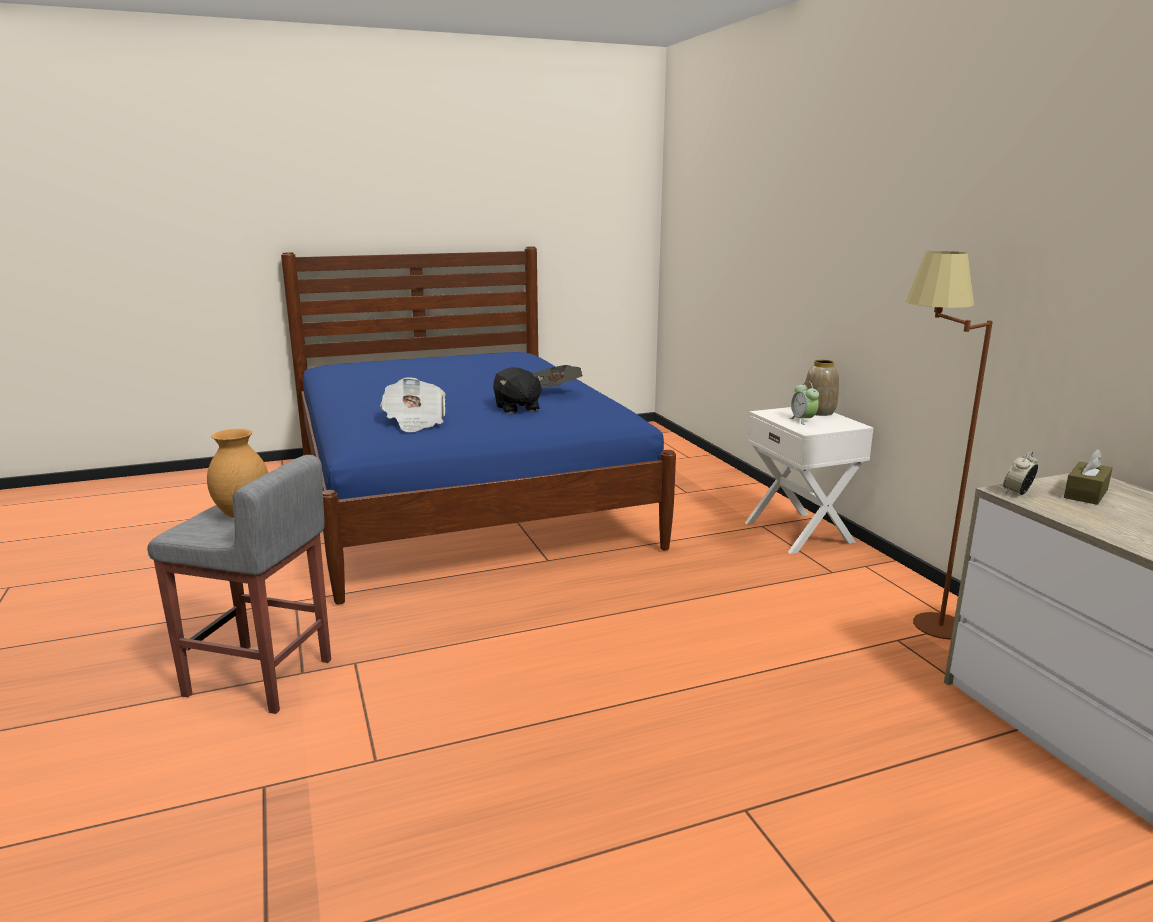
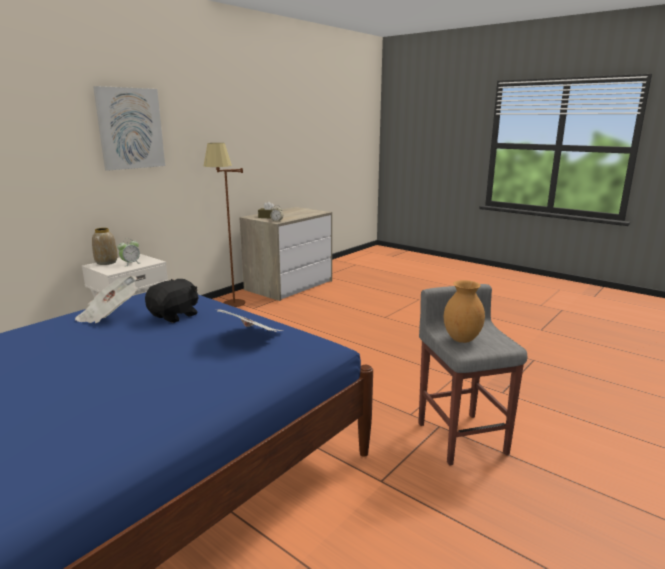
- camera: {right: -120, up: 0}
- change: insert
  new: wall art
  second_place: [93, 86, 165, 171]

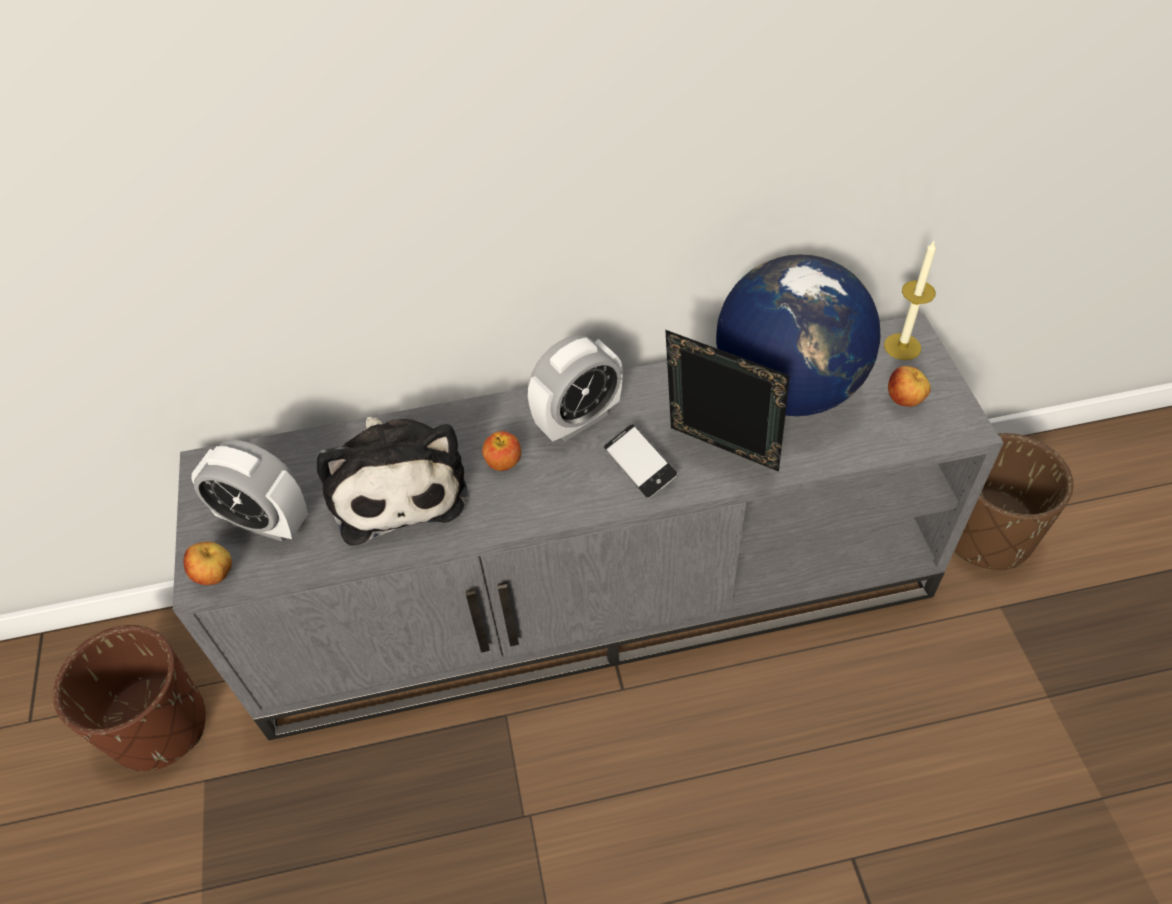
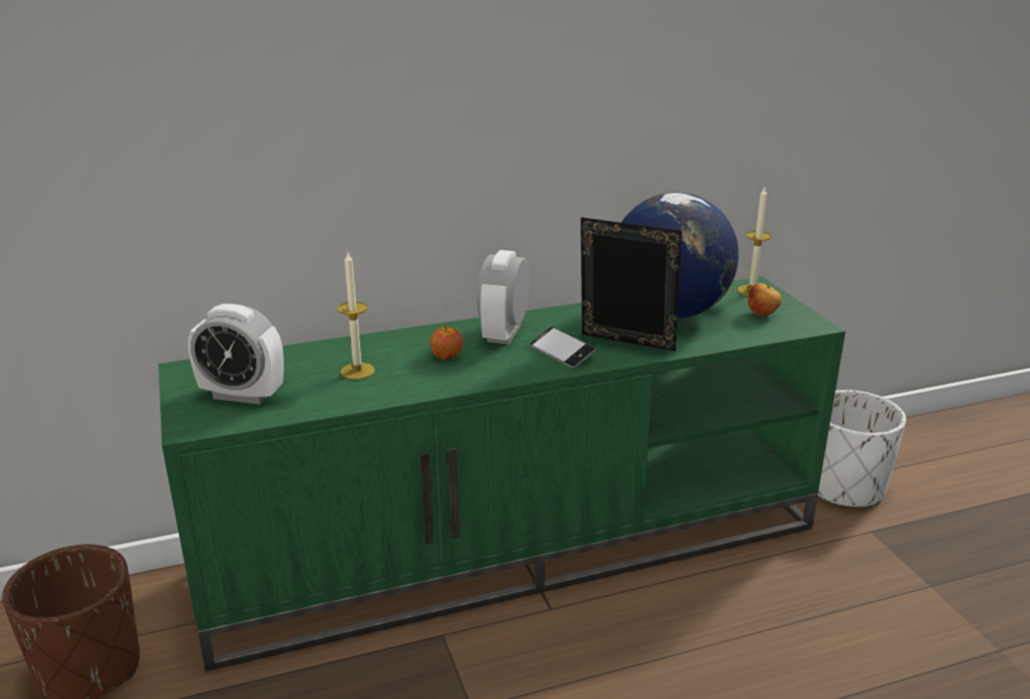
- camera: {right: -10, up: -25}
- change: delete
  old: apple
  first_place: [183, 542, 232, 585]
- change: replace
  old: soft toy
  new: wax candle
  first_place: [316, 417, 468, 546]
  second_place: [337, 253, 375, 380]
- change: recolor
  old: tv stand/gray
  new: tv stand/green
  first_place: [173, 314, 1004, 740]
  second_place: [159, 276, 846, 672]
- change: recolor
  old: plant pot/brownish
  new: plant pot/white-coloured
  first_place: [954, 433, 1073, 570]
  second_place: [818, 390, 906, 507]
- change: rotate
  old: table clock
  first_place: [528, 335, 623, 442]
  second_place: [477, 250, 530, 345]
  degrees: 150

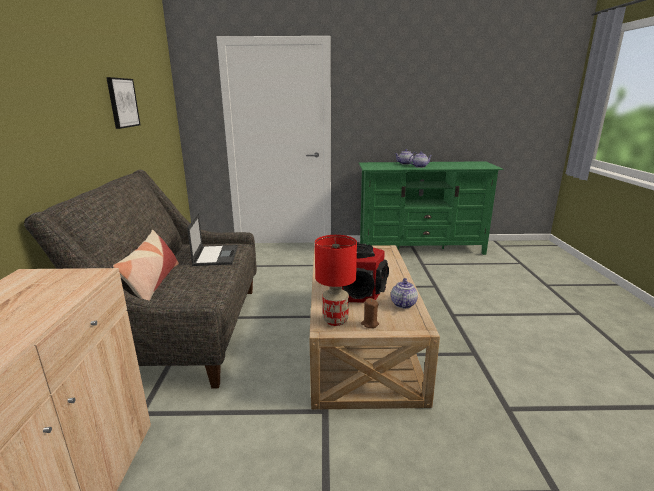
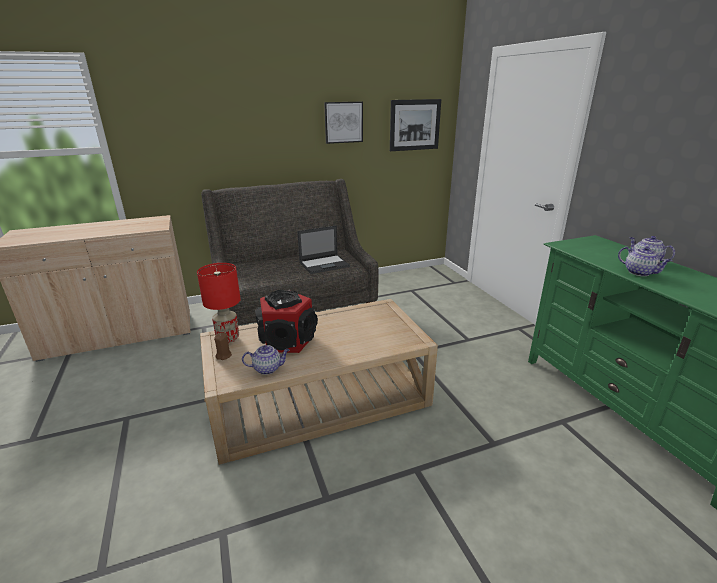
- camera: {right: 70, up: 5}
- change: delete
  old: pillow
  first_place: [113, 230, 179, 301]
- change: insert
  new: wall art
  second_place: [390, 99, 441, 151]

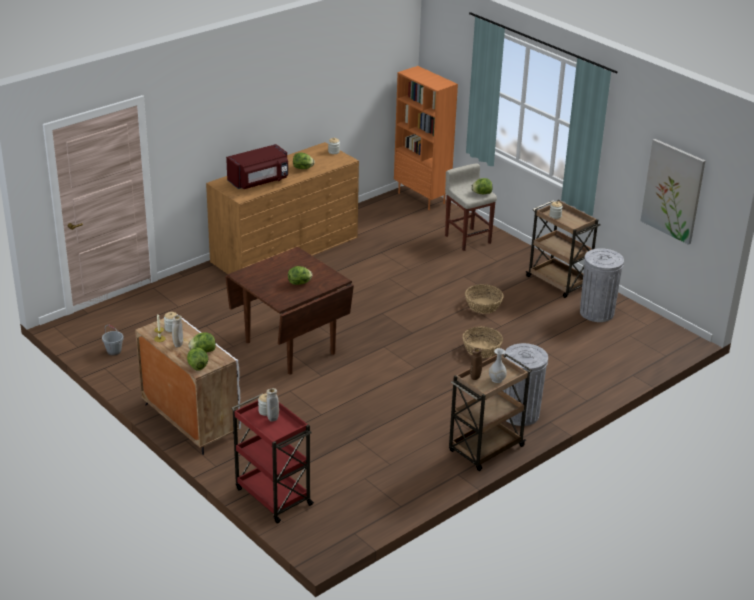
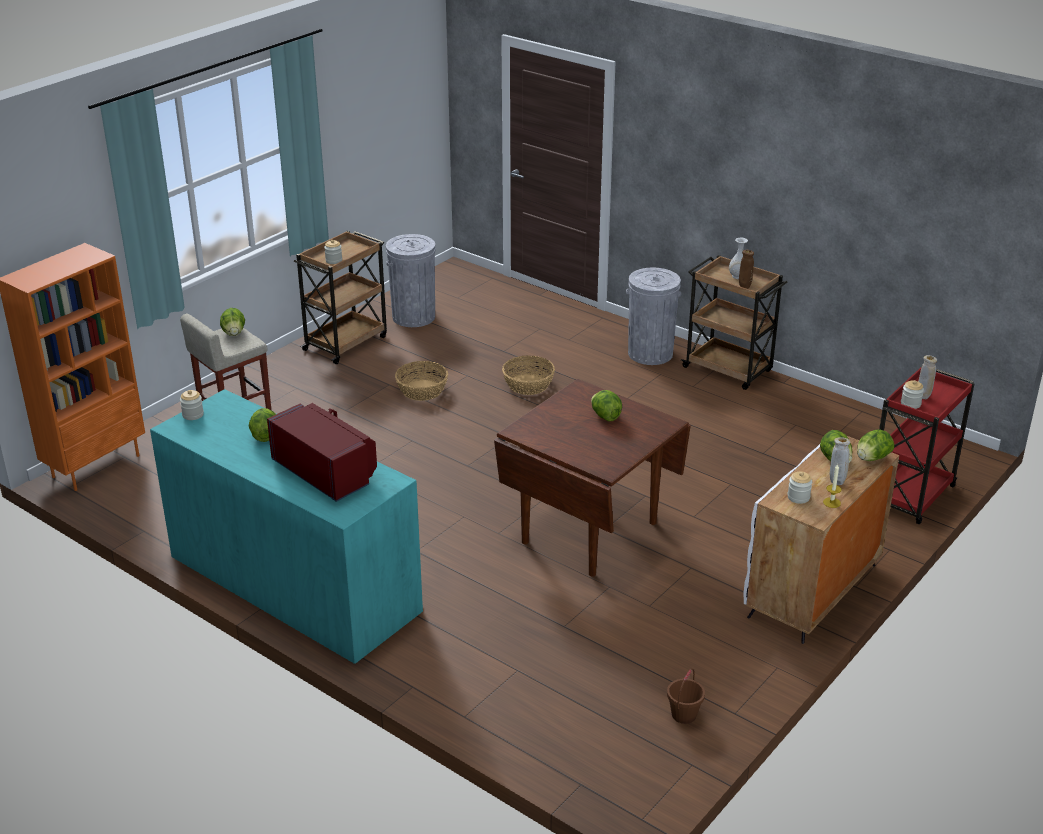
- camera: {right: -100, up: 0}
- change: delete
  old: wall art
  first_place: [641, 139, 705, 245]
- change: recolor
  old: water bucket/gray
  new: water bucket/brownish
  first_place: [102, 325, 124, 356]
  second_place: [667, 669, 705, 724]
- change: recolor
  old: dresser/brownish
  new: dresser/turquoise
  first_place: [206, 142, 359, 274]
  second_place: [150, 389, 423, 664]

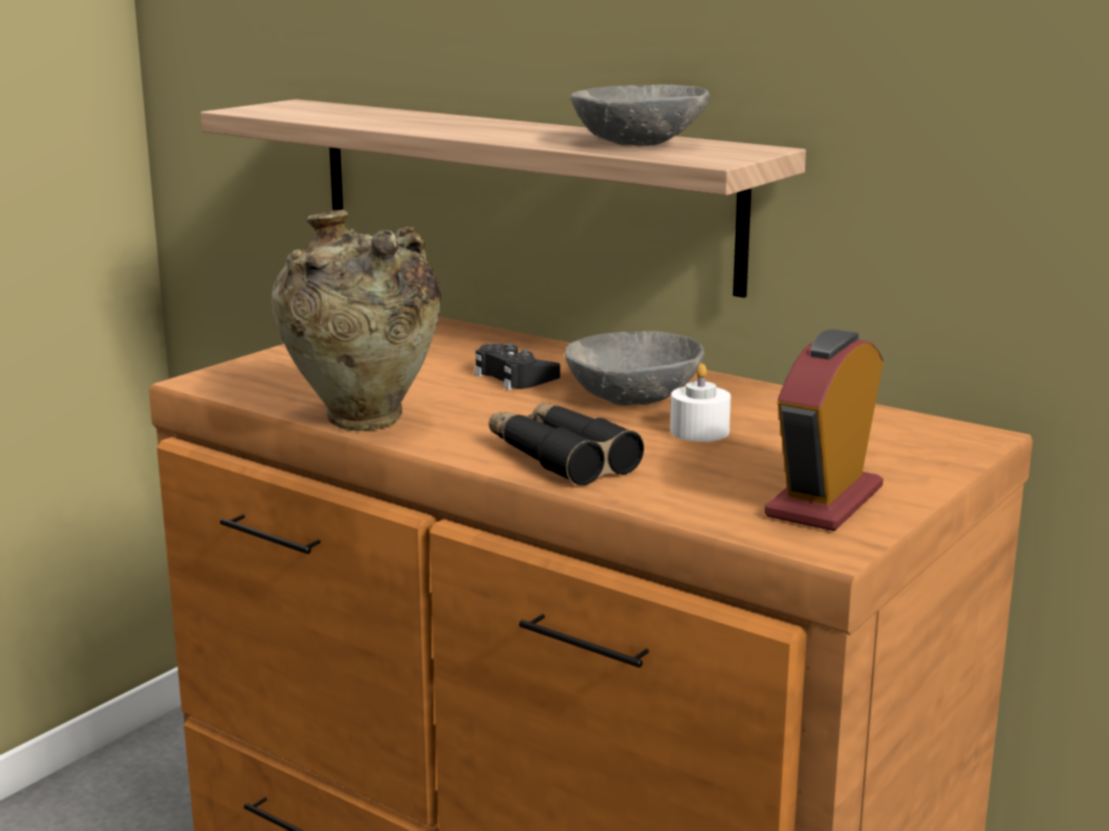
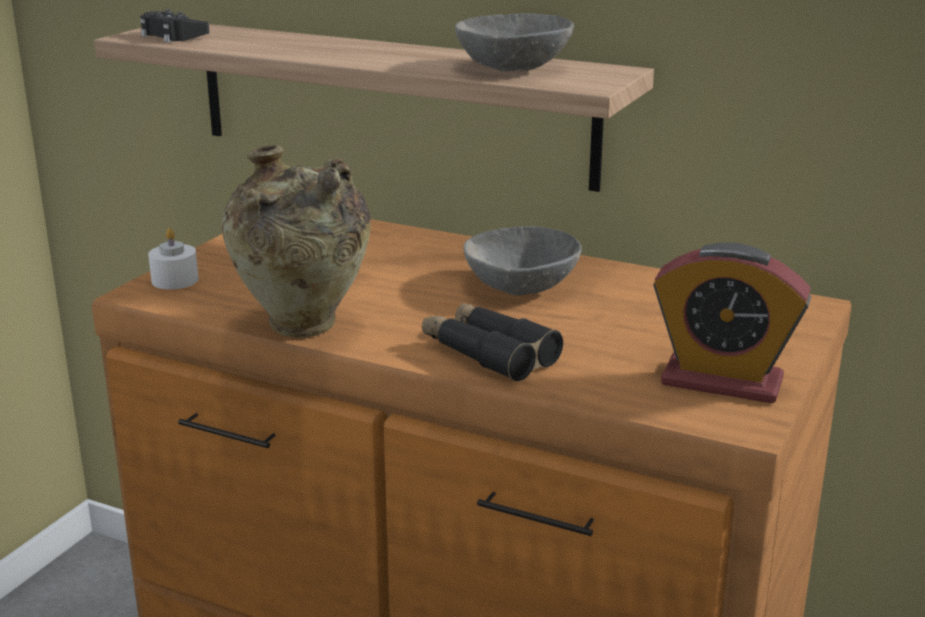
- camera: {right: -10, up: 5}
- change: move
  old: joypad/black
  first_place: [475, 343, 560, 390]
  second_place: [140, 9, 209, 42]
- change: move
  old: wax candle/white-coloured
  first_place: [670, 363, 731, 442]
  second_place: [148, 228, 199, 289]
- change: rotate
  old: table clock
  first_place: [764, 329, 883, 531]
  second_place: [653, 242, 811, 403]
  degrees: -90

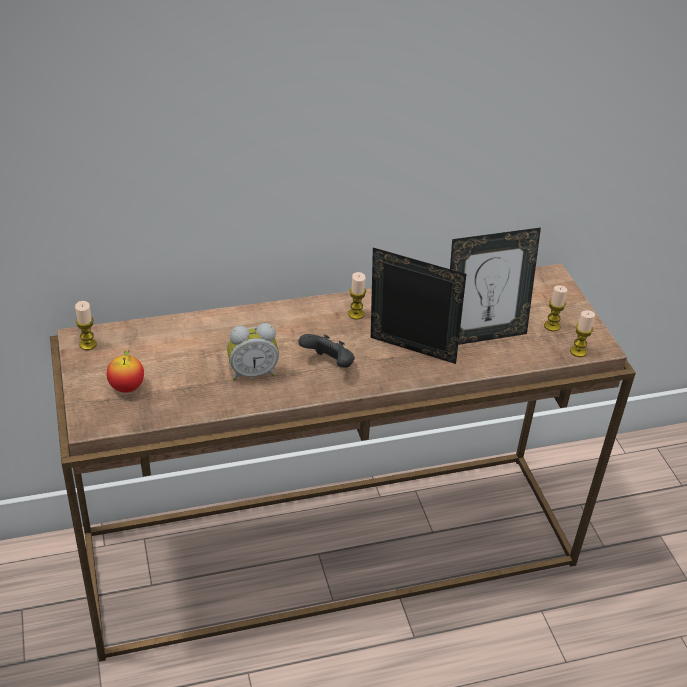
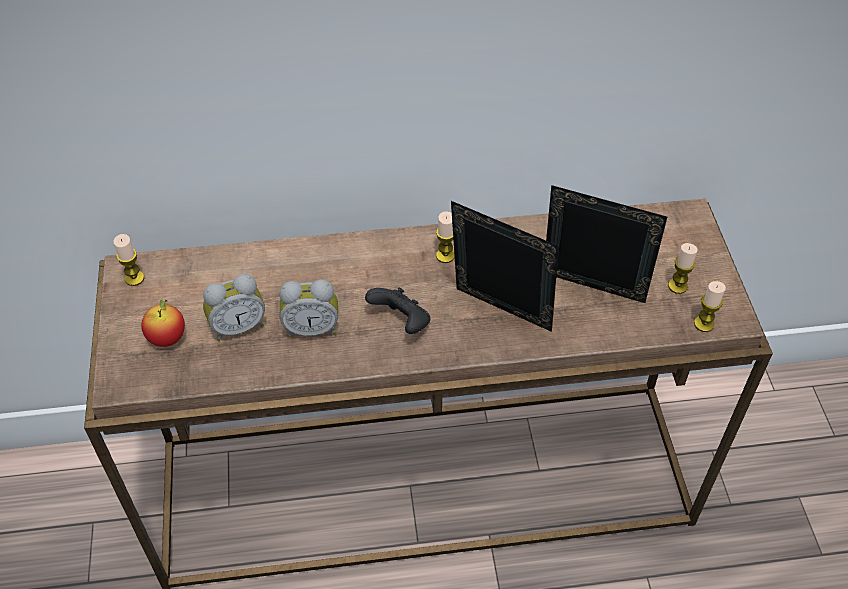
- camera: {right: 10, up: 10}
- change: insert
  new: table clock
  second_place: [203, 274, 265, 341]
- change: rotate
  old: picture frame
  first_place: [450, 228, 541, 345]
  second_place: [546, 185, 667, 303]
  degrees: -150

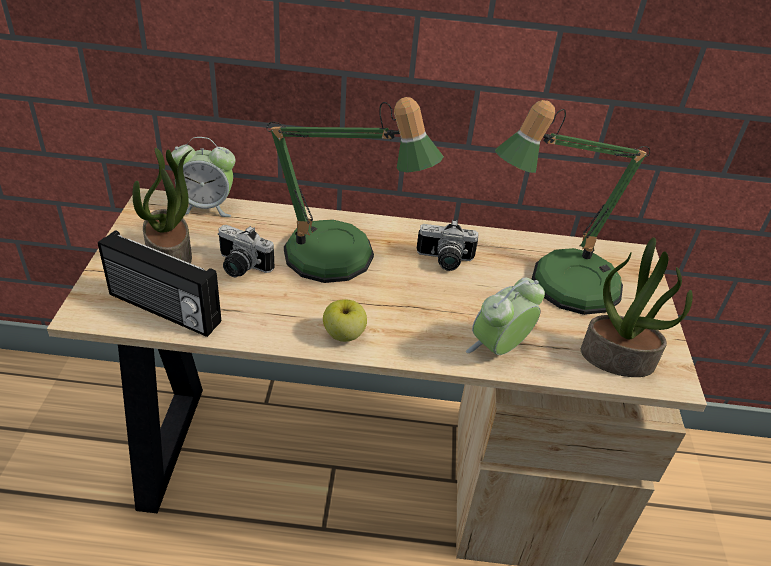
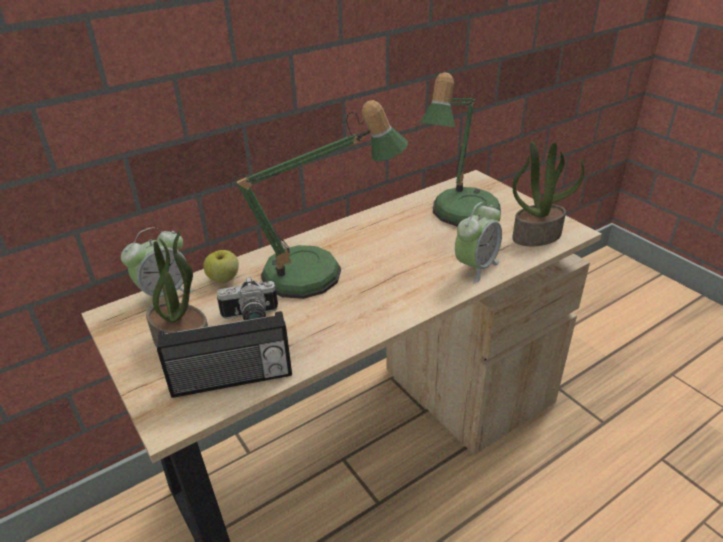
- camera: {right: -35, up: -5}
- change: delete
  old: still camera
  first_place: [416, 220, 478, 271]
- change: move
  old: apple
  first_place: [323, 300, 367, 342]
  second_place: [203, 250, 239, 283]
- change: rotate
  old: table clock
  first_place: [466, 278, 545, 355]
  second_place: [455, 202, 502, 284]
  degrees: -150

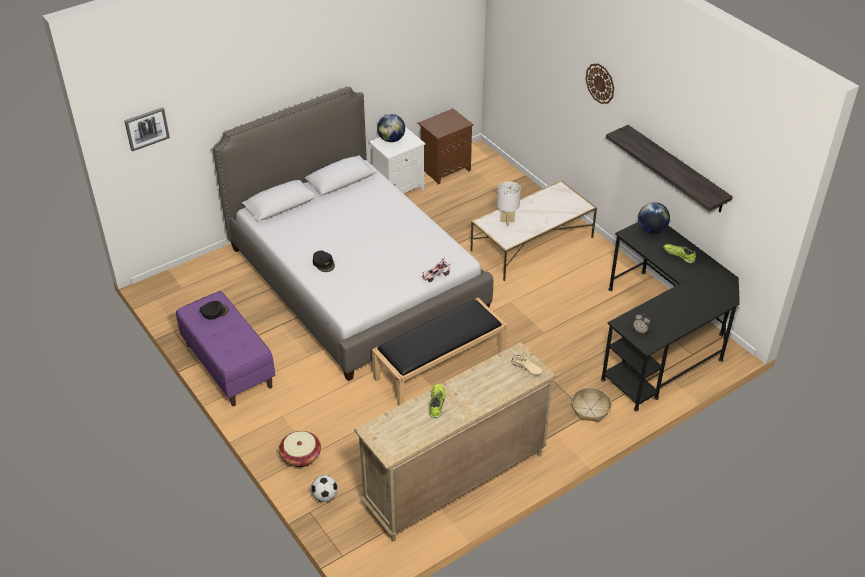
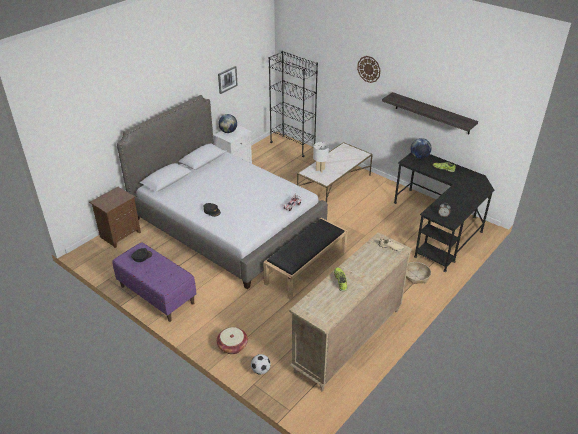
- camera: {right: -15, up: -5}
- change: insert
  new: shelving unit/black
  second_place: [269, 51, 318, 157]
- change: move
  old: wall art
  first_place: [124, 107, 170, 151]
  second_place: [218, 66, 238, 94]
- change: move
  old: nightstand/brownish
  first_place: [418, 109, 474, 184]
  second_place: [89, 187, 141, 248]

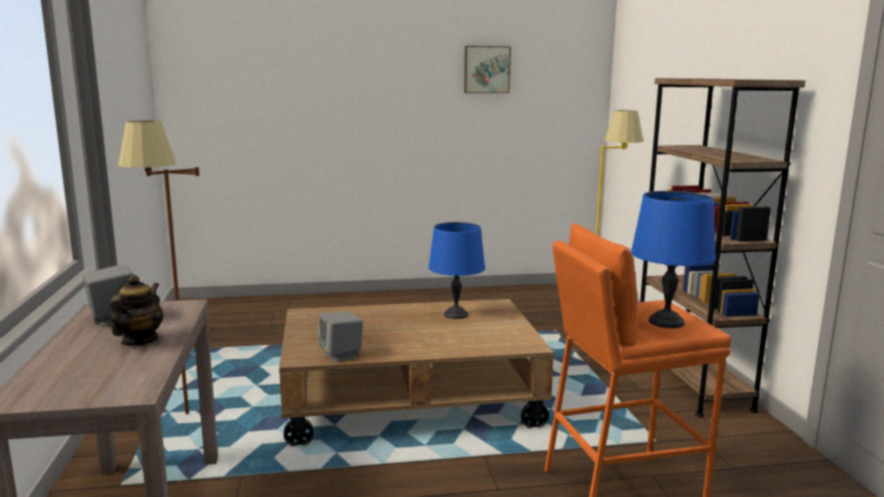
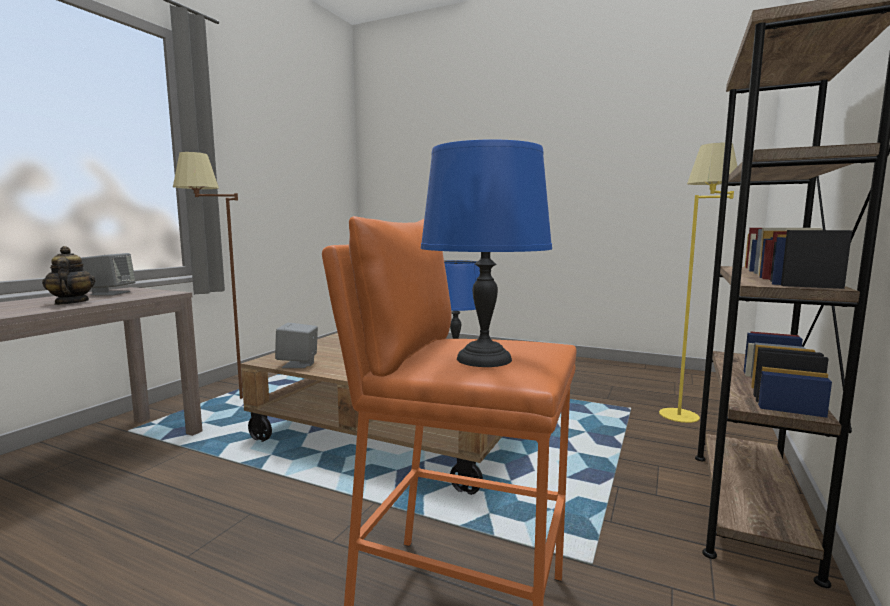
- camera: {right: 35, up: -5}
- change: delete
  old: wall art
  first_place: [464, 46, 511, 93]
- change: rotate
  old: pot for tea
  first_place: [110, 275, 163, 346]
  second_place: [42, 246, 95, 305]
  degrees: -75

